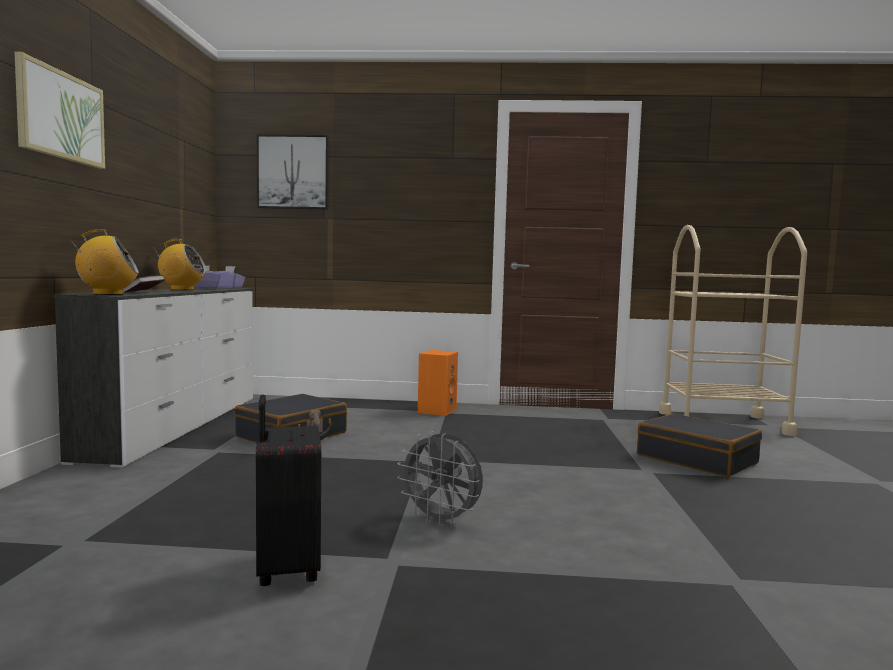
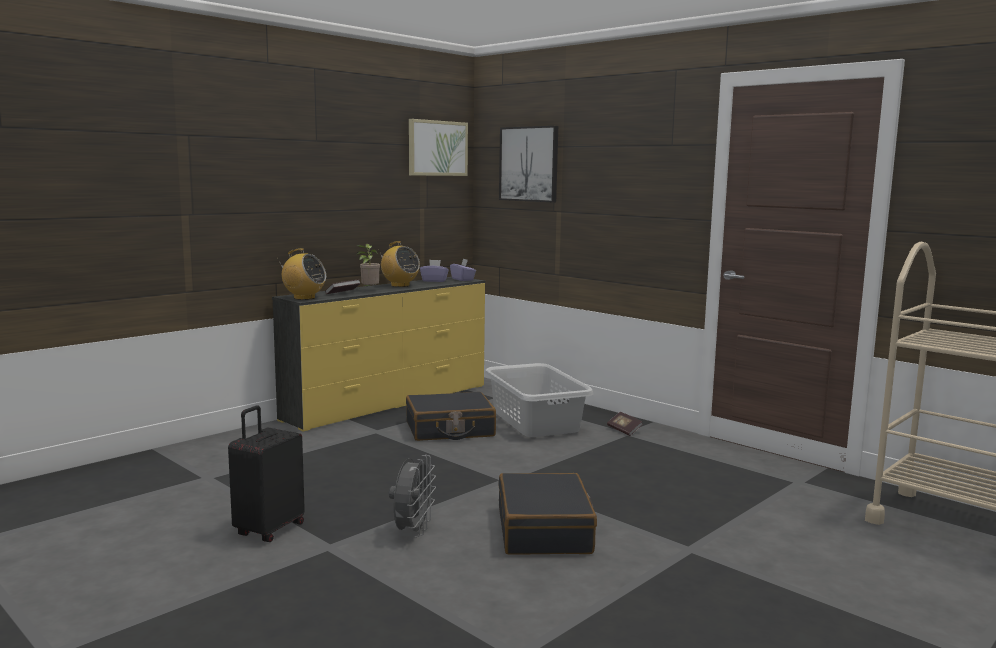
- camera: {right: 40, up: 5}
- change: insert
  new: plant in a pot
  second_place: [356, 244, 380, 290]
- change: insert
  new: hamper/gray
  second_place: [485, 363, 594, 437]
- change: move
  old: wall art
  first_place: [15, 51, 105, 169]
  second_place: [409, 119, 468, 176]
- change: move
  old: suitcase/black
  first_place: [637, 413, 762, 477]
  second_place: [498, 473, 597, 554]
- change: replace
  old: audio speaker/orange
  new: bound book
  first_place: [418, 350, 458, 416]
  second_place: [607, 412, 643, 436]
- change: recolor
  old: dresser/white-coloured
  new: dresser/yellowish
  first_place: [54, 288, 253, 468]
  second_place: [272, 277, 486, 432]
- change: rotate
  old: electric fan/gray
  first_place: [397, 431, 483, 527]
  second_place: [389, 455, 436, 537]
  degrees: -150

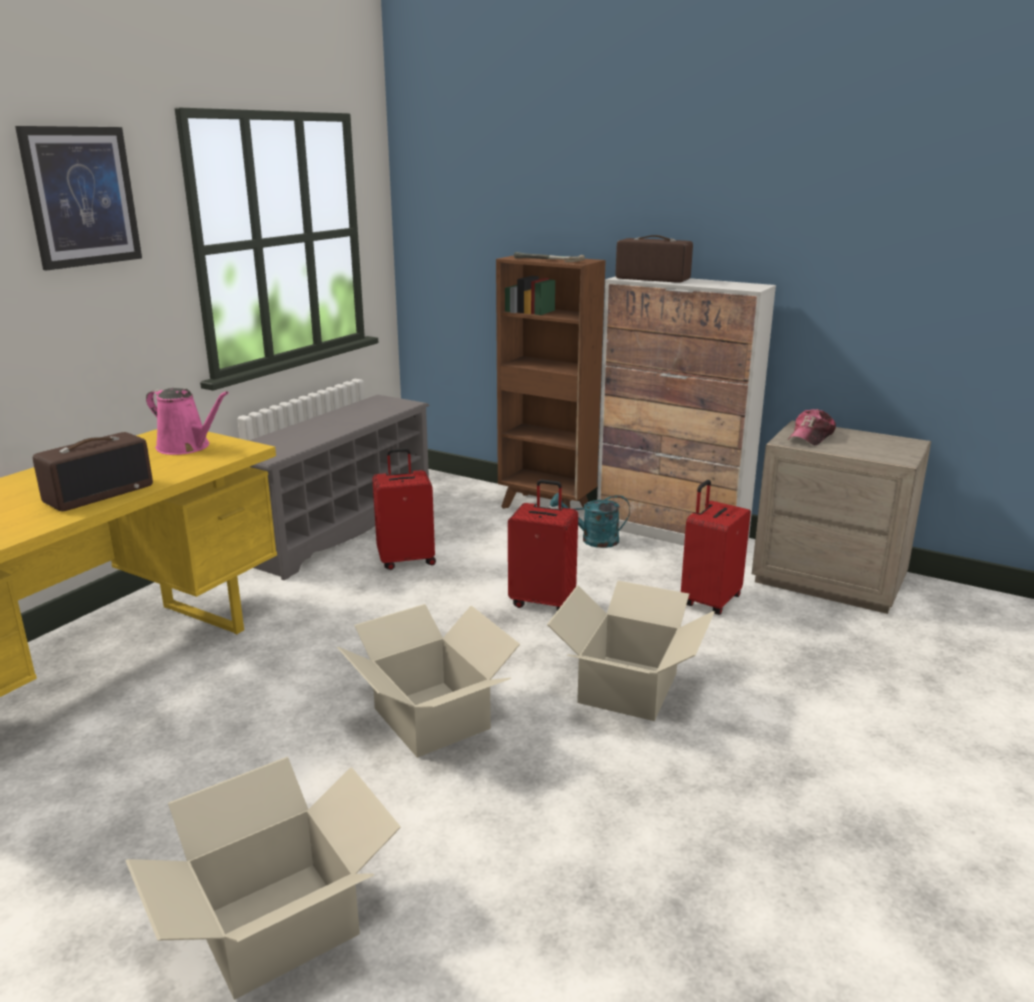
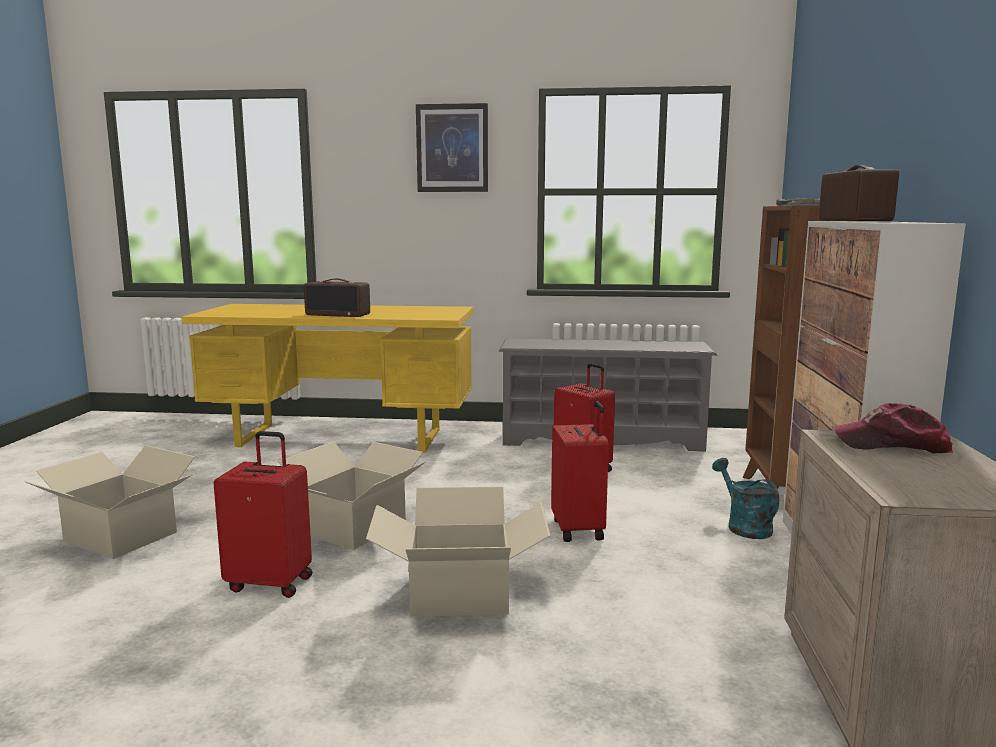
- camera: {right: 65, up: -10}
- change: delete
  old: sprinkling can/pink
  first_place: [146, 388, 229, 455]
- change: move
  old: suitcase/reddish
  first_place: [681, 480, 751, 615]
  second_place: [214, 431, 312, 598]

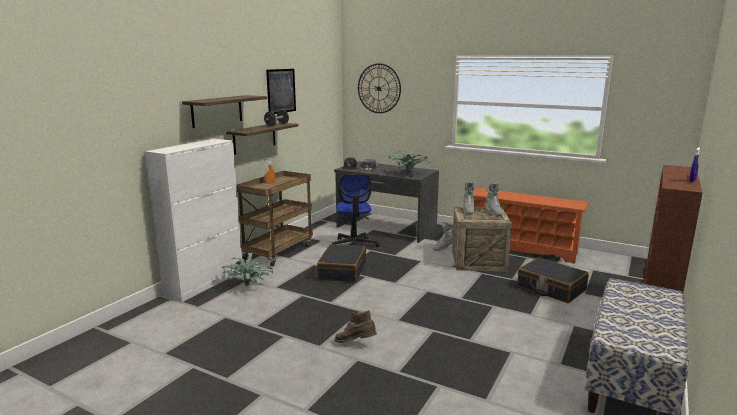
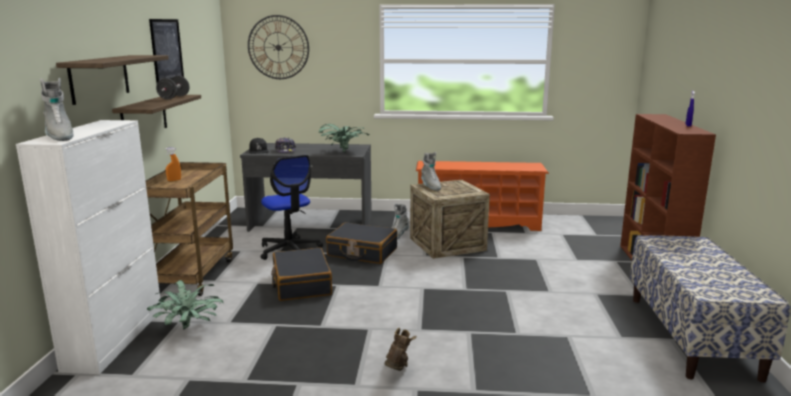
- camera: {right: -25, up: 0}
- change: move
  old: boot/gray
  first_place: [485, 183, 503, 216]
  second_place: [40, 78, 74, 141]
- change: move
  old: suitcase/black
  first_place: [517, 257, 589, 303]
  second_place: [326, 222, 397, 264]
- change: rotate
  old: boot/brownish
  first_place: [335, 310, 377, 343]
  second_place: [385, 328, 417, 371]
  degrees: 105

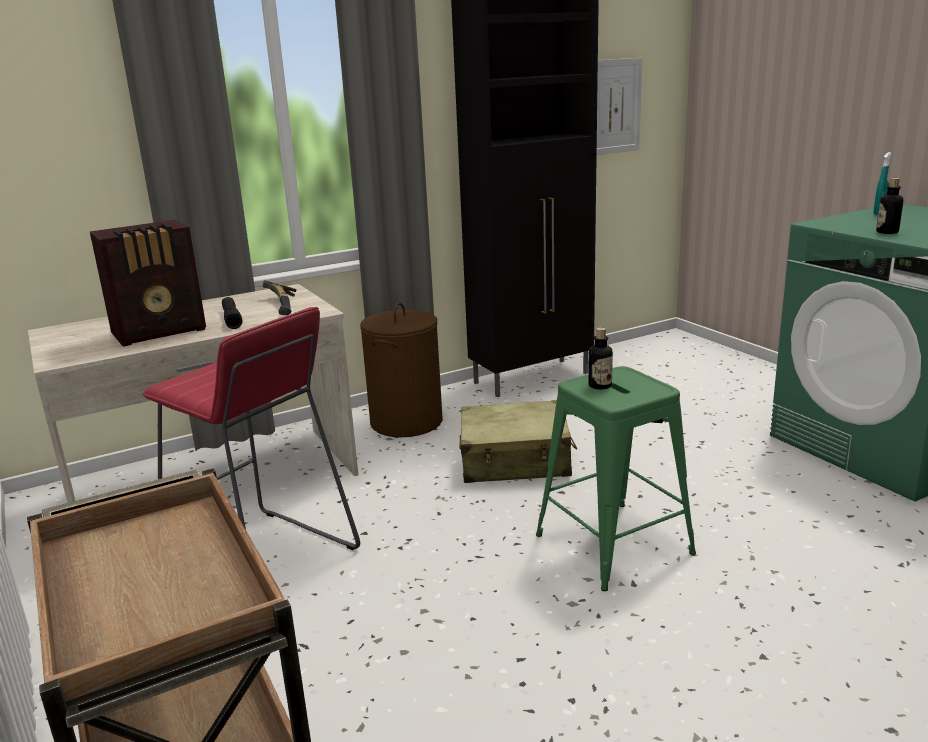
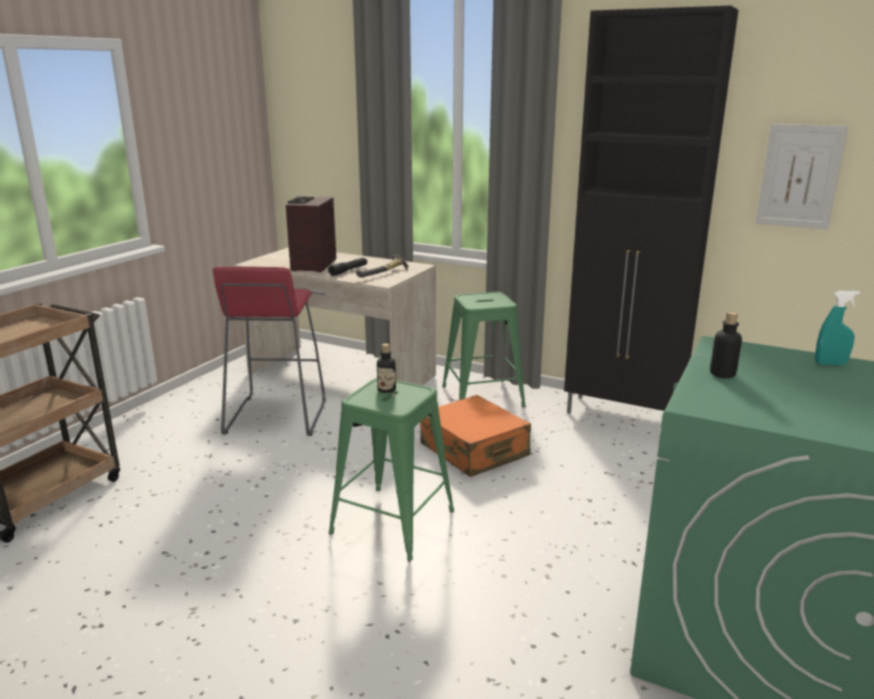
- camera: {right: 55, up: 0}
- change: replace
  old: hamper/brownish
  new: sitting stool/green
  first_place: [360, 303, 443, 437]
  second_place: [442, 292, 526, 407]
- change: recolor
  old: suitcase/sand-coloured
  new: suitcase/orange
  first_place: [460, 400, 577, 483]
  second_place: [420, 395, 531, 477]
- change: rotate
  old: radio receiver
  first_place: [90, 220, 206, 347]
  second_place: [286, 196, 336, 272]
  degrees: 75

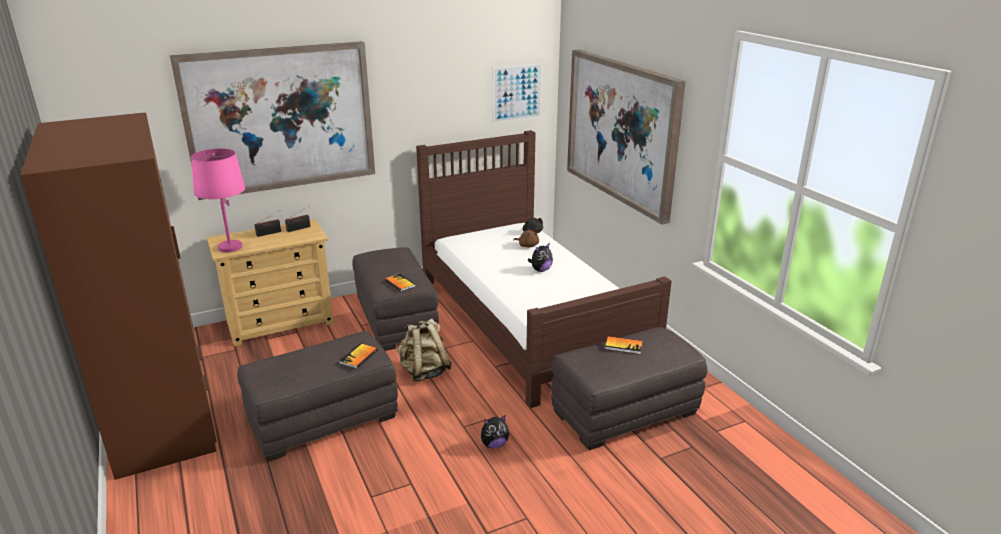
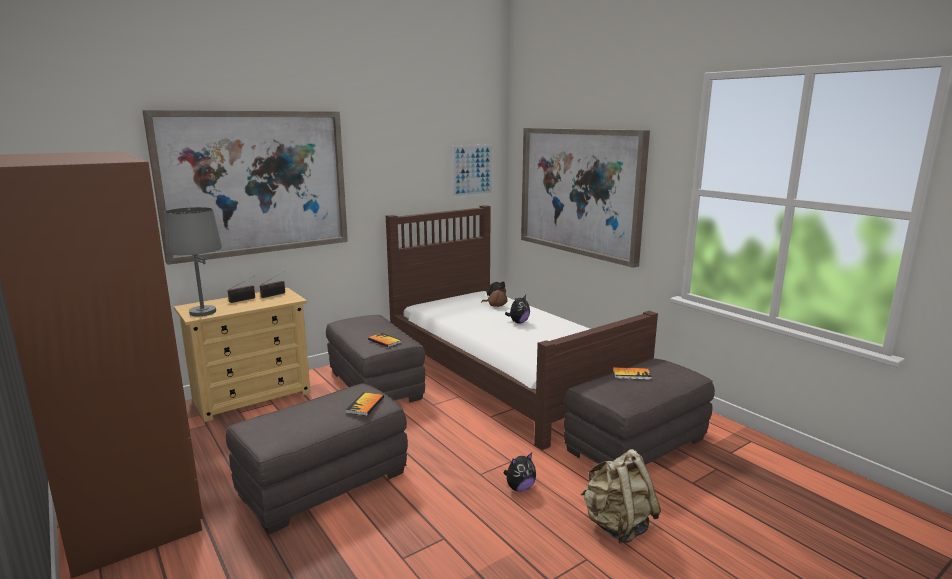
- camera: {right: -10, up: -10}
- change: move
  old: rucksack/sand-coloured
  first_place: [398, 319, 452, 382]
  second_place: [580, 449, 661, 544]
- change: recolor
  old: table lamp/pink
  new: table lamp/gray
  first_place: [191, 149, 245, 253]
  second_place: [164, 207, 222, 316]

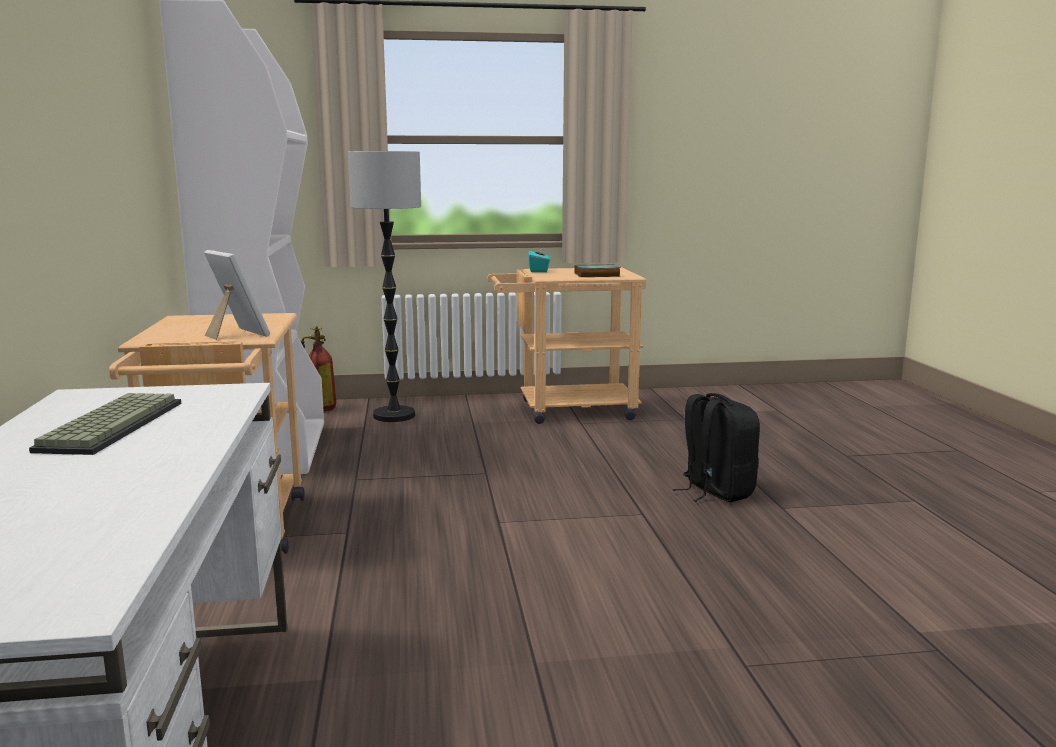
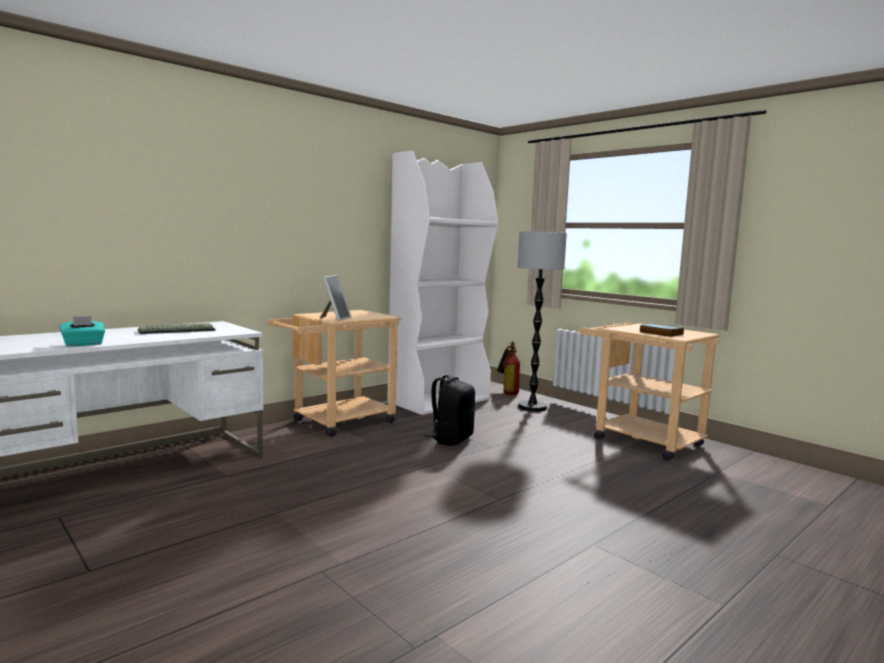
- camera: {right: 55, up: -5}
- change: move
  old: box of tissues/turquoise
  first_place: [528, 245, 550, 272]
  second_place: [59, 316, 105, 347]
- change: move
  old: rucksack/black
  first_place: [673, 393, 760, 502]
  second_place: [424, 375, 475, 446]

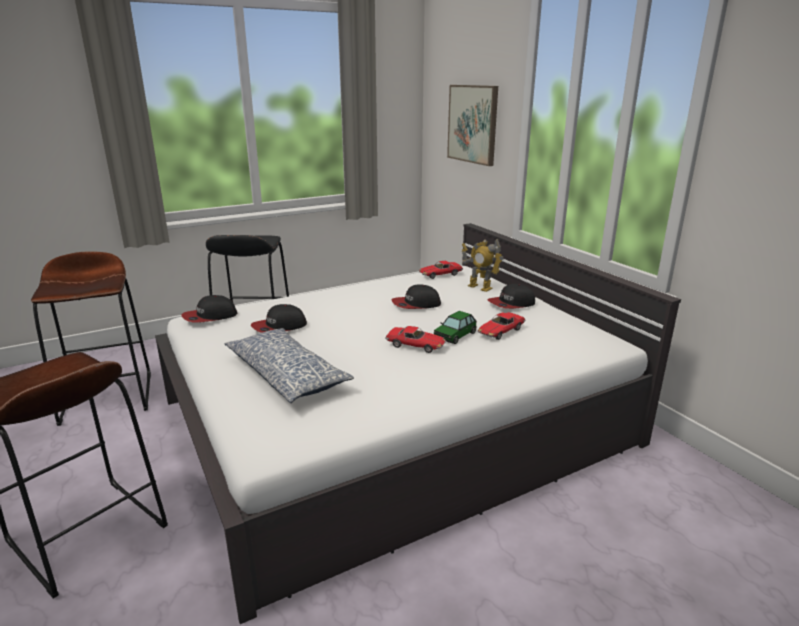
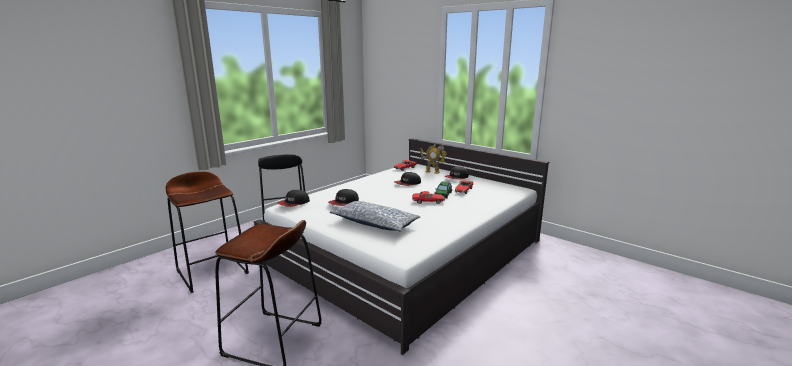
- camera: {right: -20, up: -5}
- change: delete
  old: wall art
  first_place: [447, 85, 498, 166]

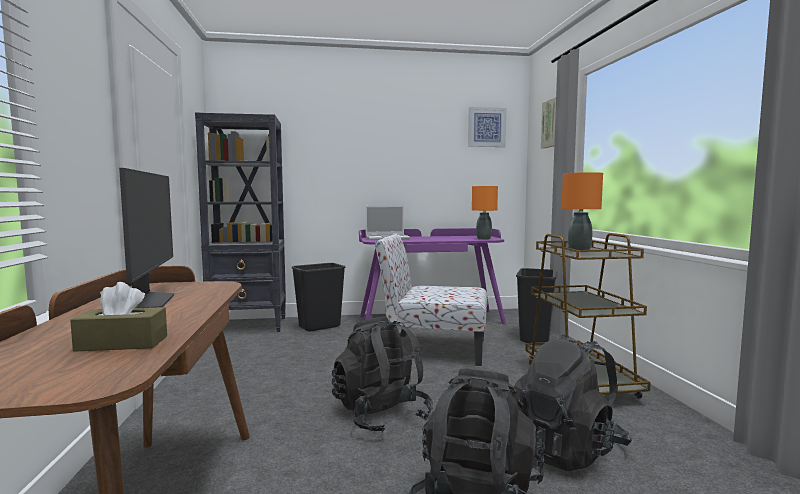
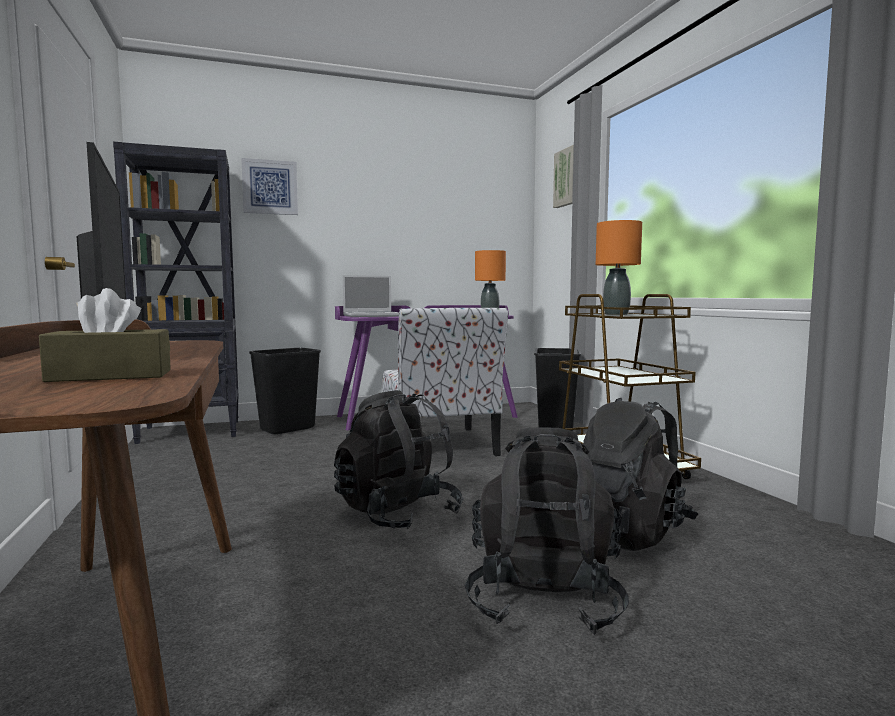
- camera: {right: -10, up: 0}
- change: move
  old: wall art
  first_place: [468, 107, 507, 147]
  second_place: [241, 158, 298, 215]
- change: rotate
  old: plain chair
  first_place: [375, 234, 487, 366]
  second_place: [383, 308, 508, 456]
  degrees: -105

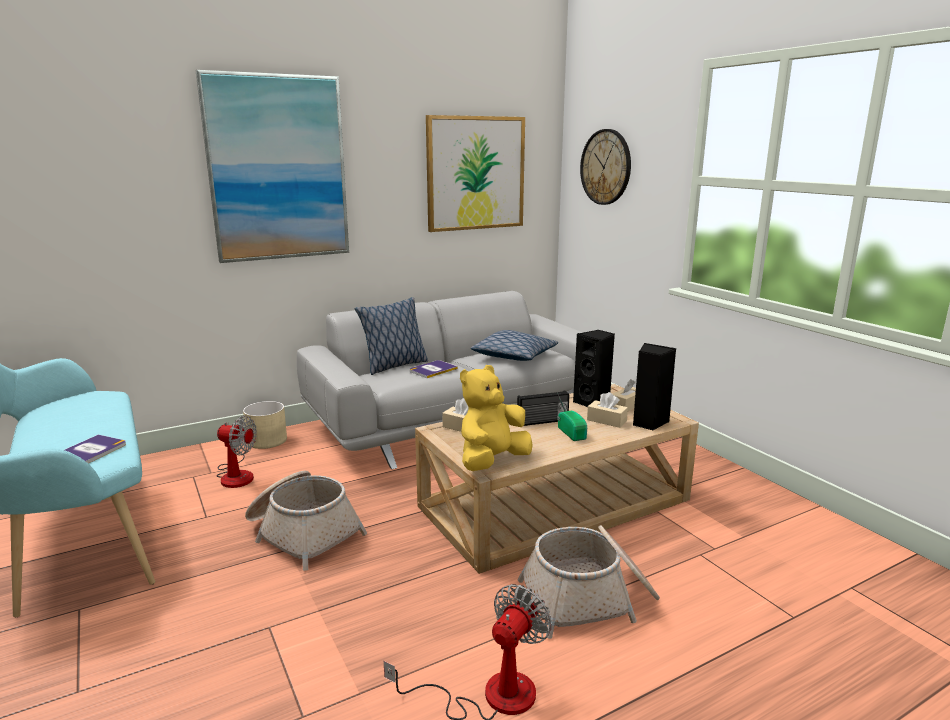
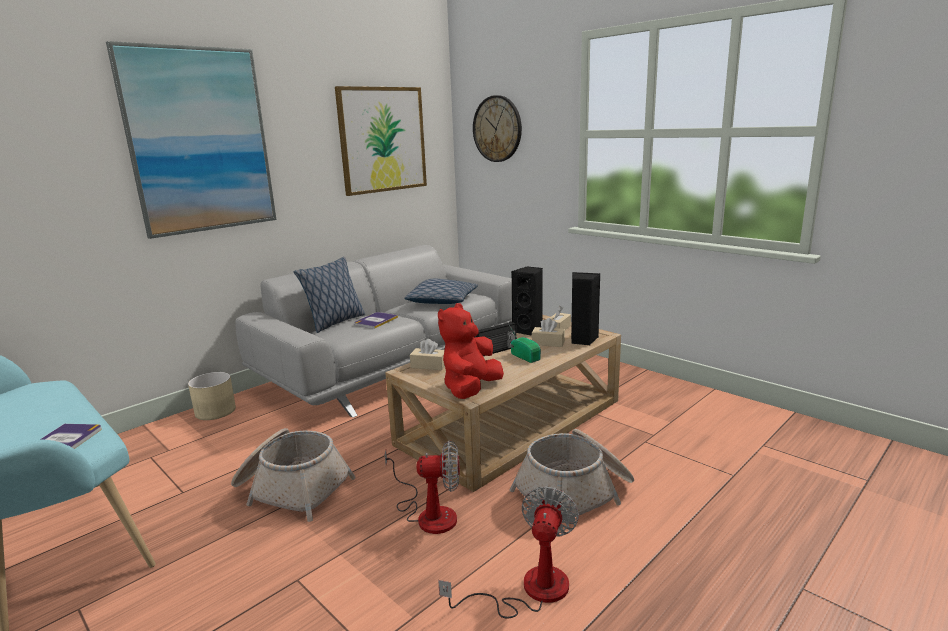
- camera: {right: -15, up: 0}
- change: move
  old: electric fan
  first_place: [217, 416, 257, 488]
  second_place: [385, 440, 460, 534]
- change: recolor
  old: soft toy/yellowish
  new: soft toy/reddish
  first_place: [460, 365, 533, 471]
  second_place: [438, 303, 504, 399]

